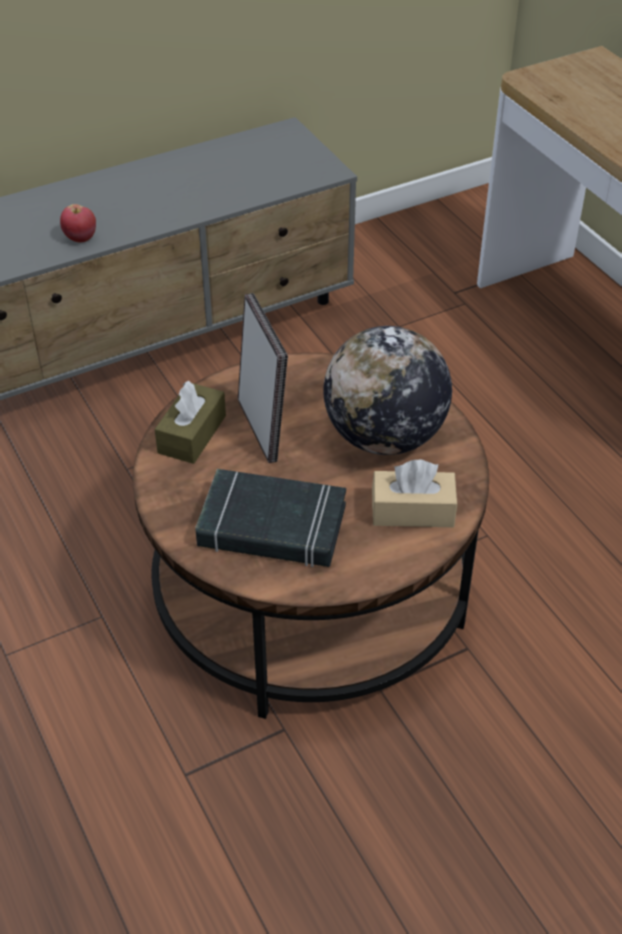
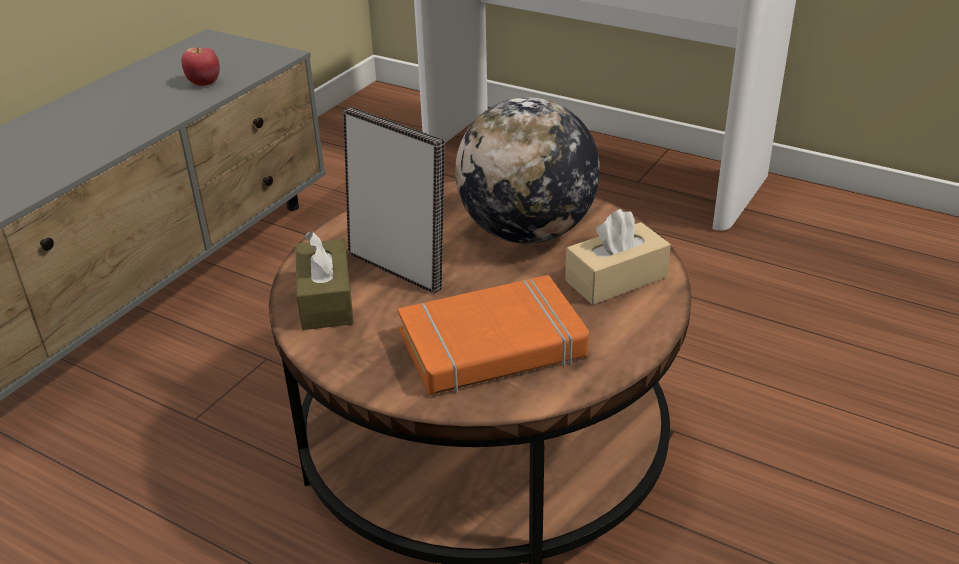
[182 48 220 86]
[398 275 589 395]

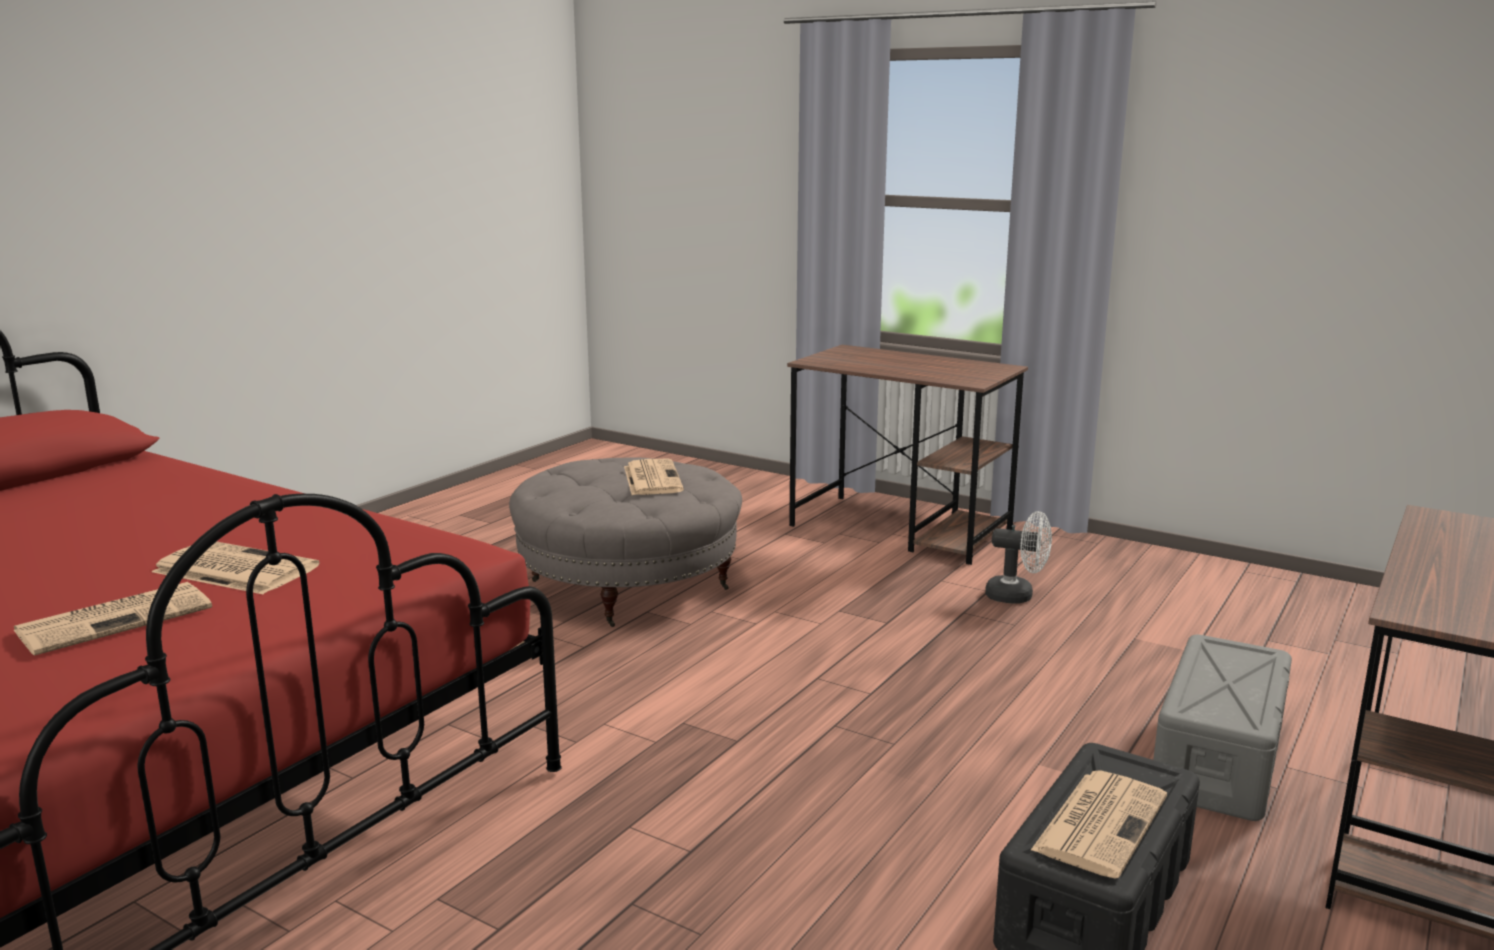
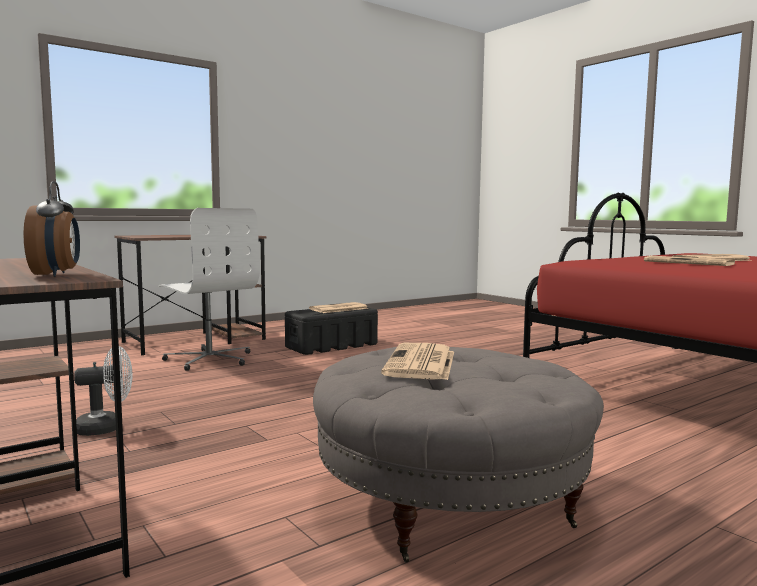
[74 346 133 436]
[159 208 260 371]
[23 181 80 277]

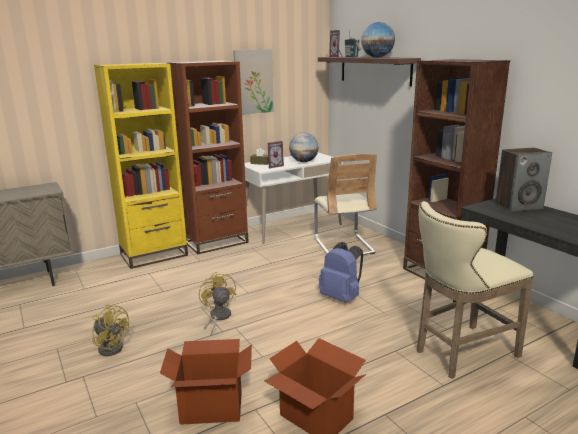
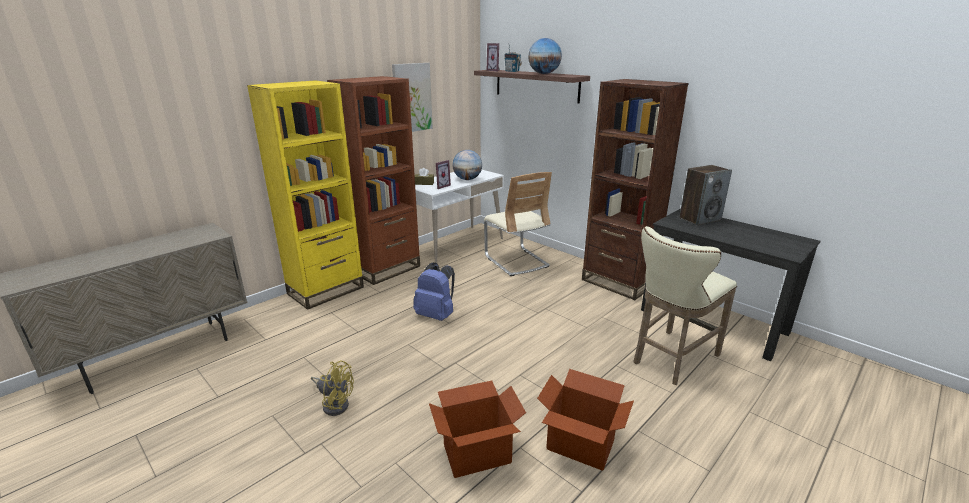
[199 272 236 336] (first image)
[413 263 455 321]

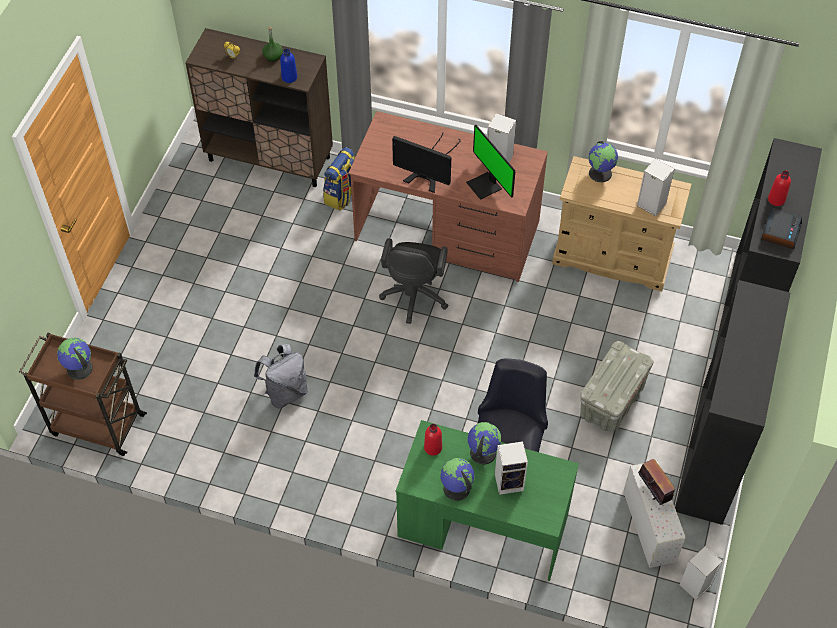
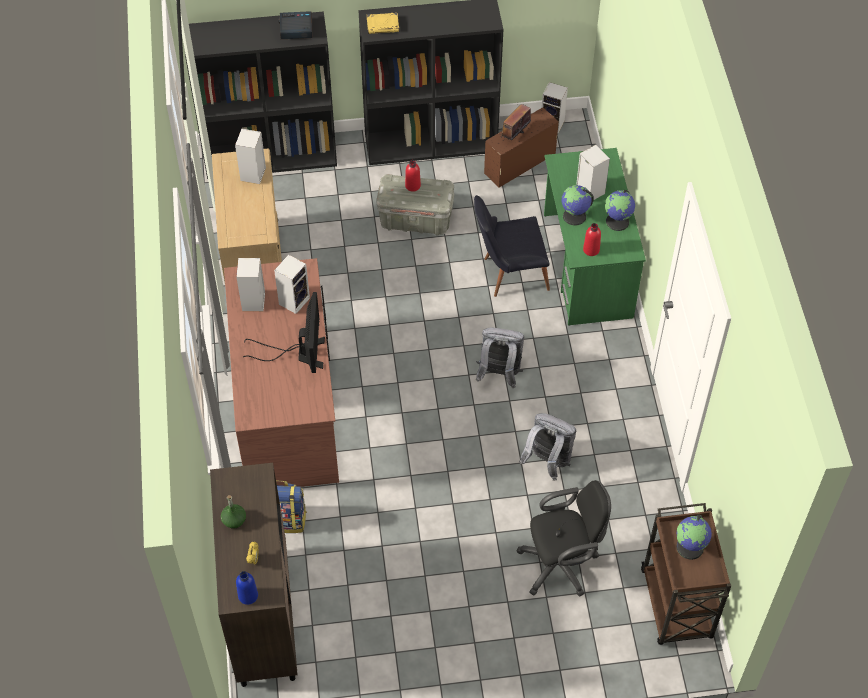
[236 571 258 605]
[516 480 611 596]
[274 254 310 314]
[588 141 618 182] (first image)
[484 108 559 188]
[405 160 421 192]
[367 13 399 34]
[476 328 524 388]

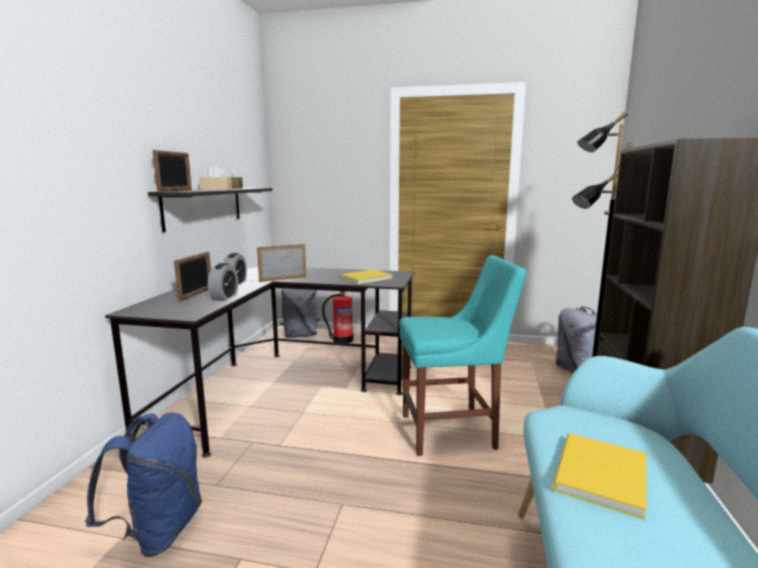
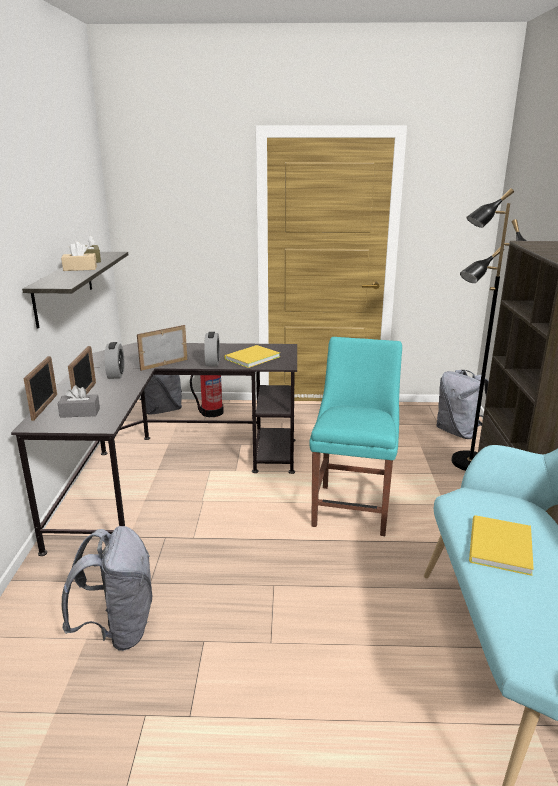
[62 526 152 651]
[24 356 57 421]
[204 332 220 366]
[309 337 402 536]
[57 385 100 418]

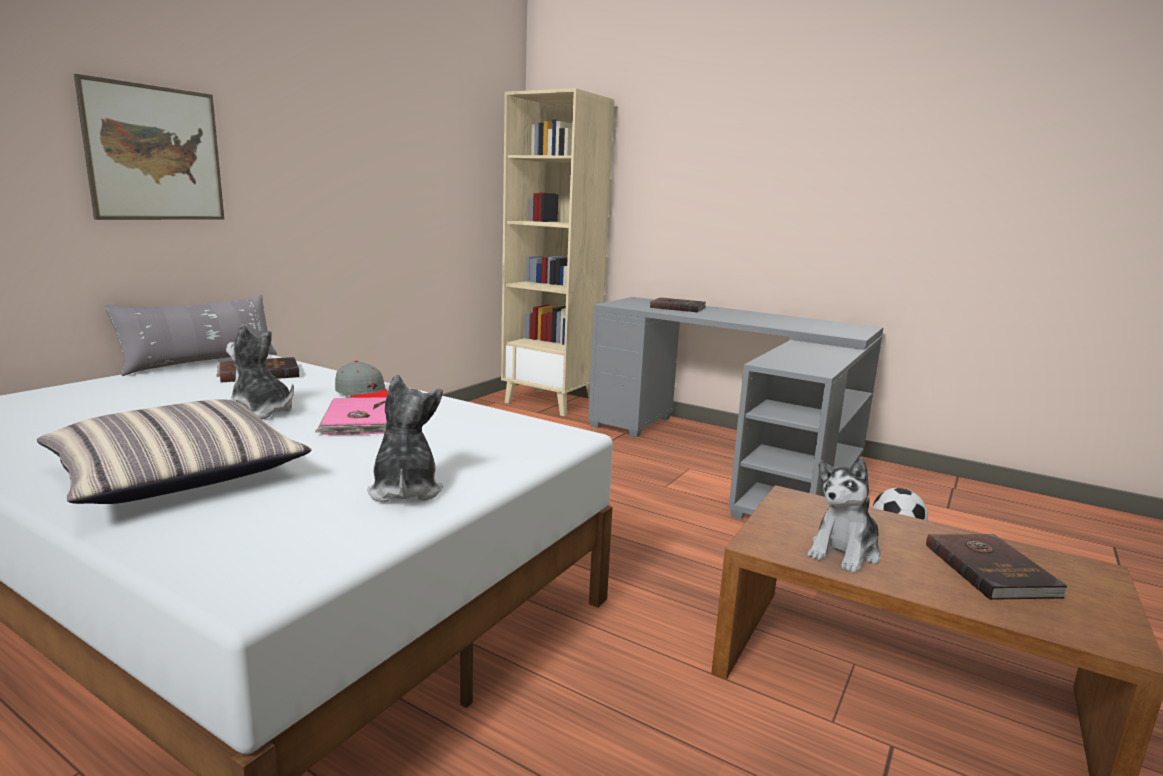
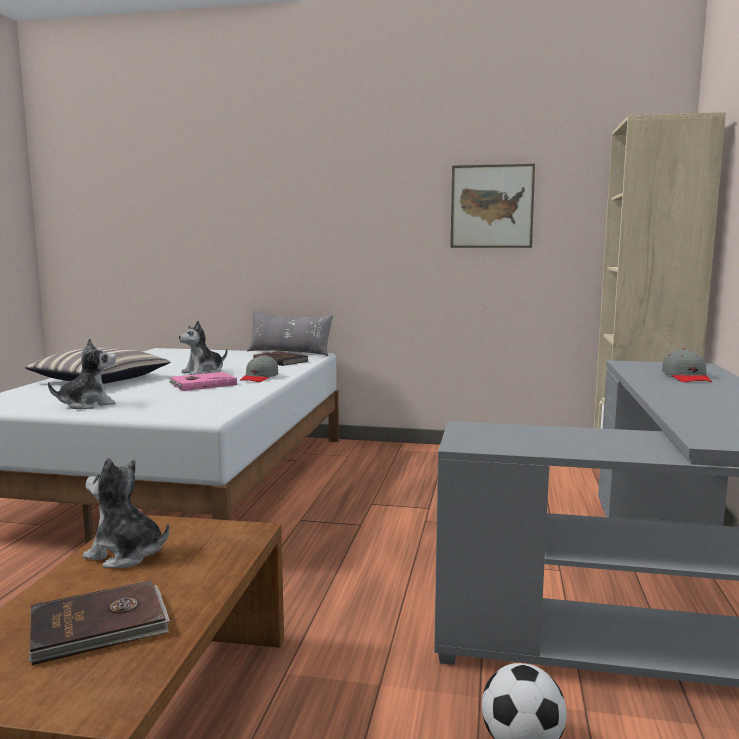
[450 164 535 248]
[179 321 227 375]
[662 348 712 382]

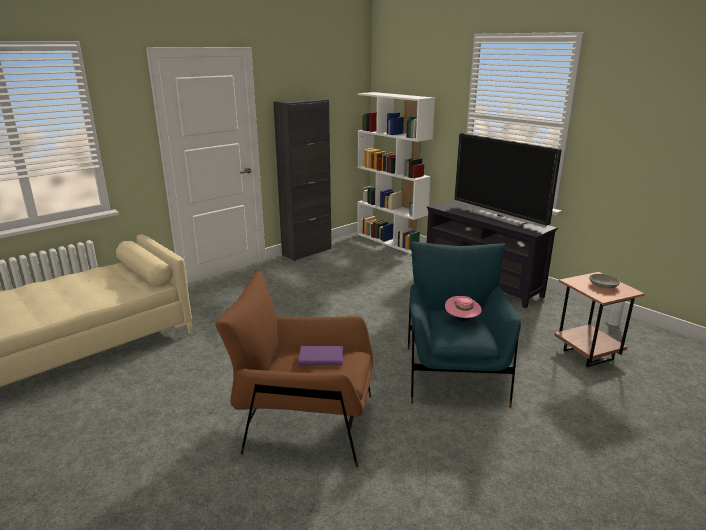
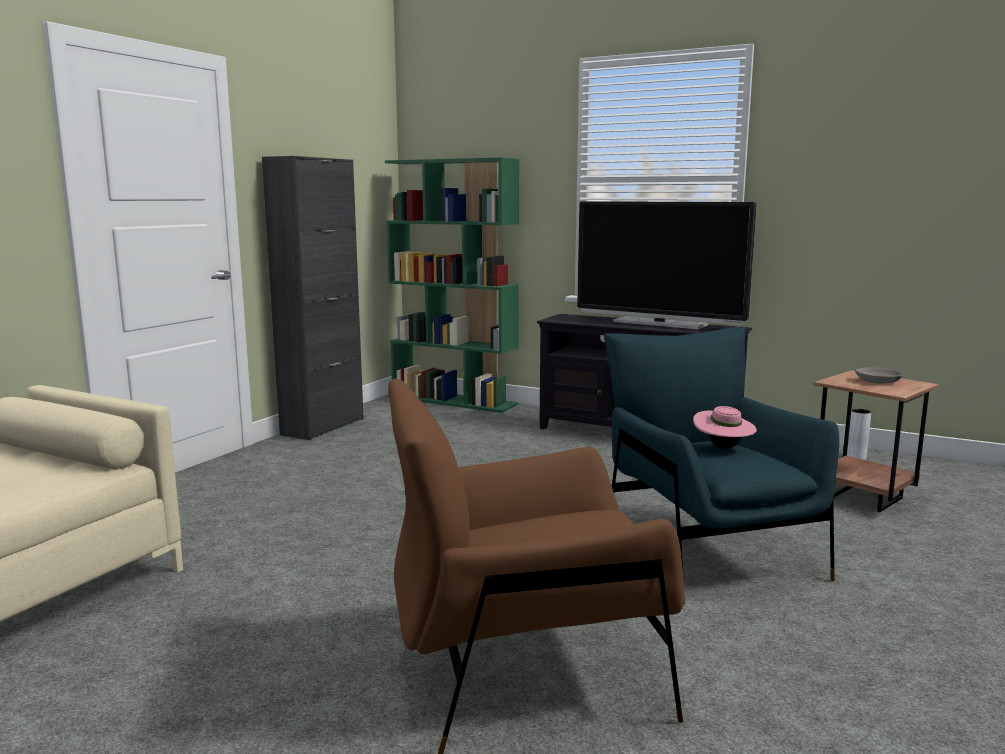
[298 346 343 365] (first image)
[385 157 519 413]

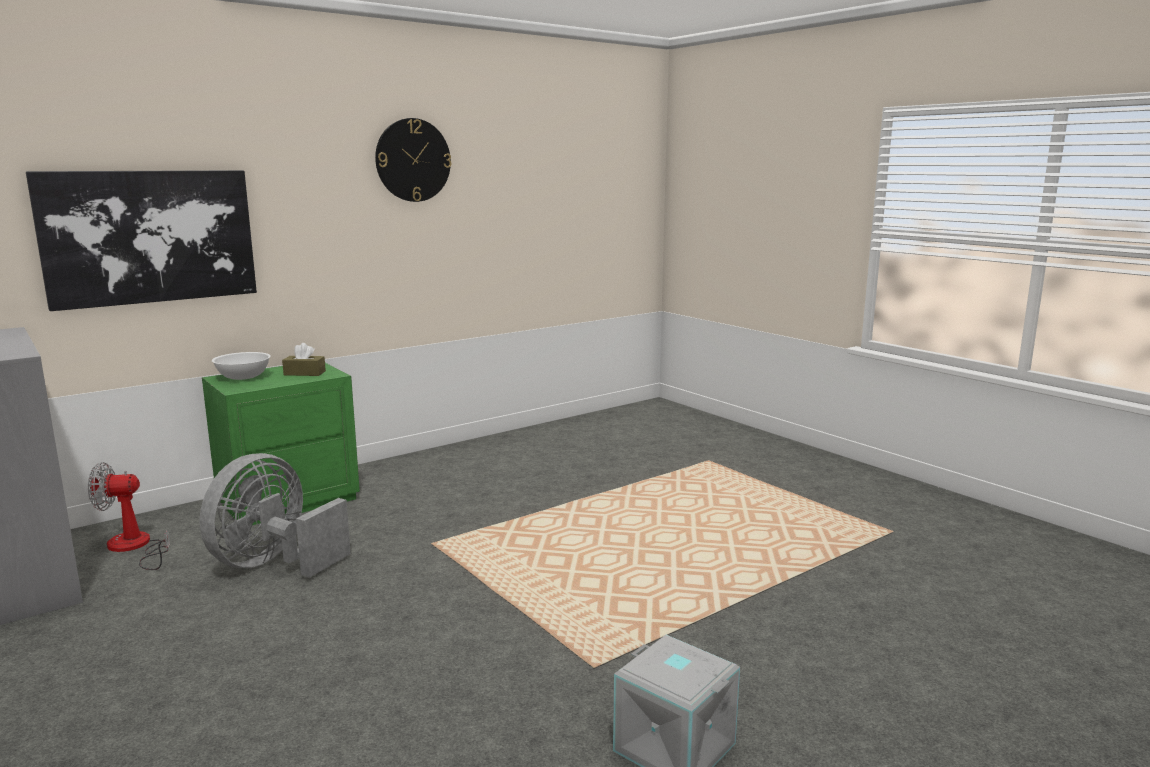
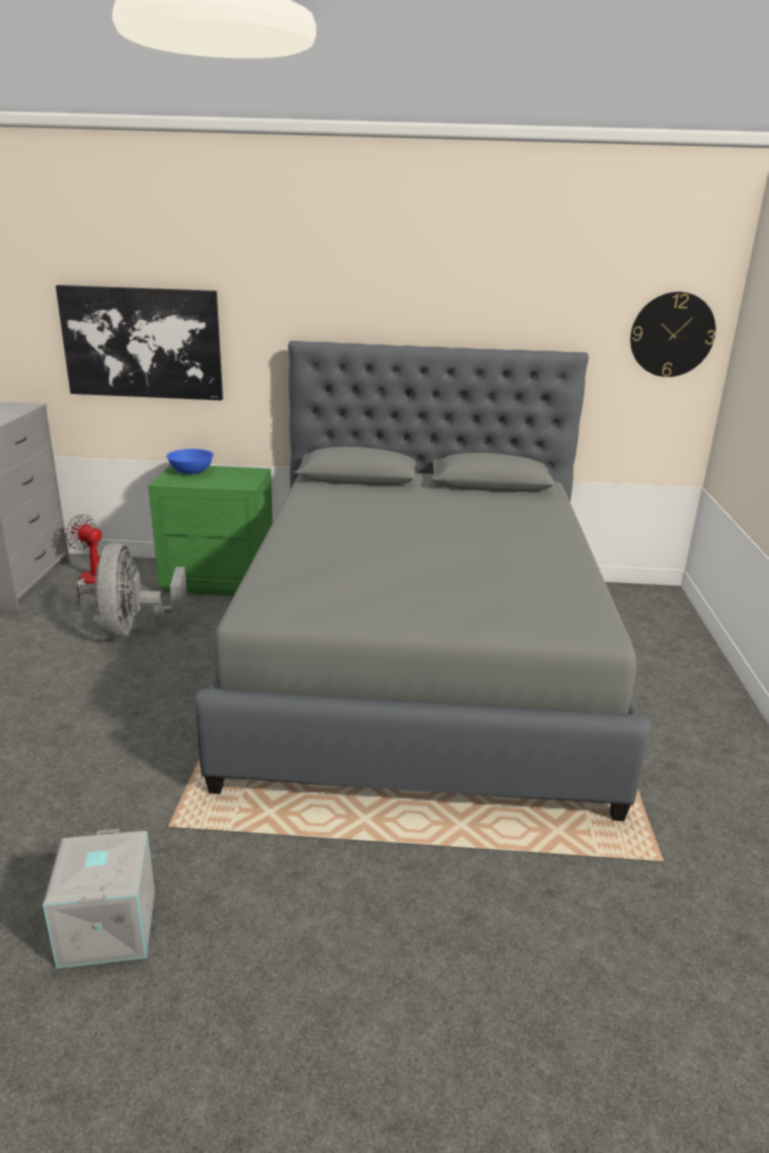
[94 543 188 638]
[166 449 214 474]
[282 343 326 376] (first image)
[630 292 716 377]
[195 341 651 821]

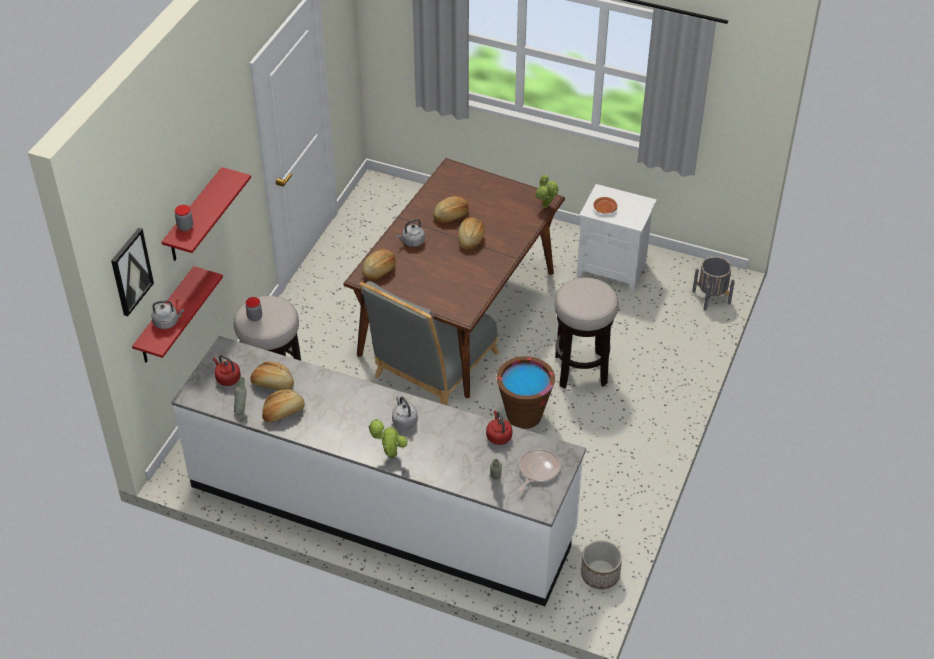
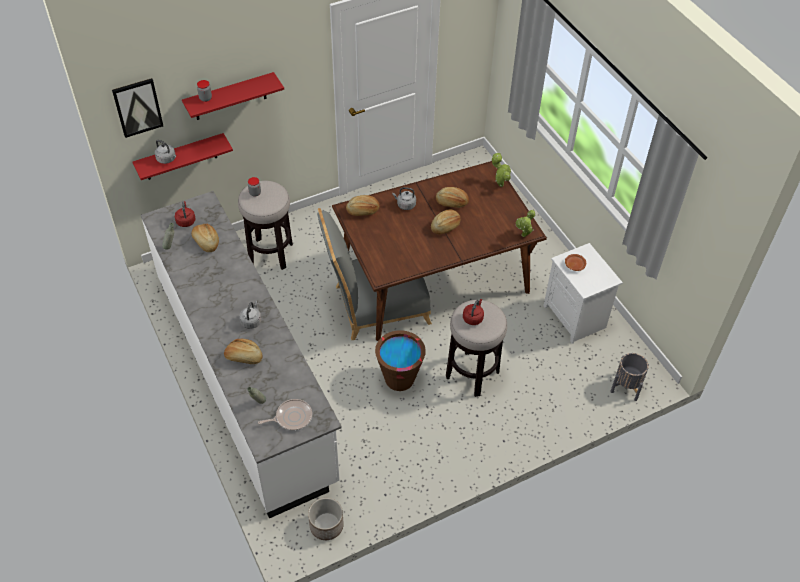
[224 339 263 364]
[492 153 511 187]
[463 299 484 325]

